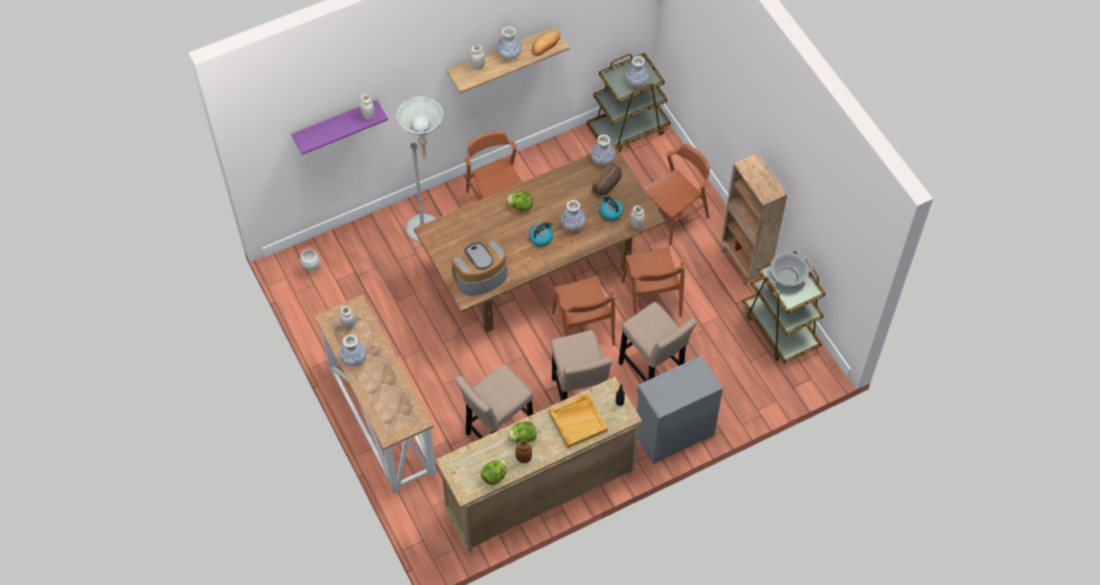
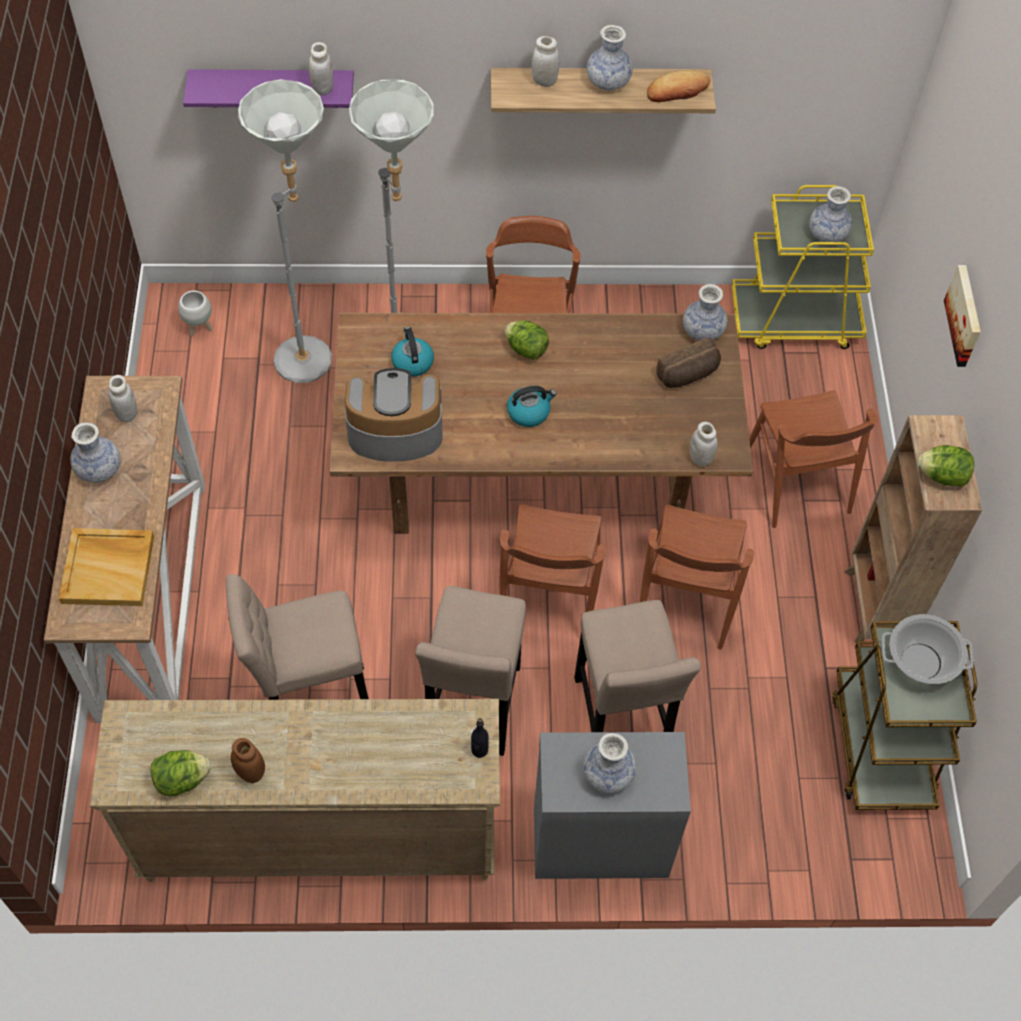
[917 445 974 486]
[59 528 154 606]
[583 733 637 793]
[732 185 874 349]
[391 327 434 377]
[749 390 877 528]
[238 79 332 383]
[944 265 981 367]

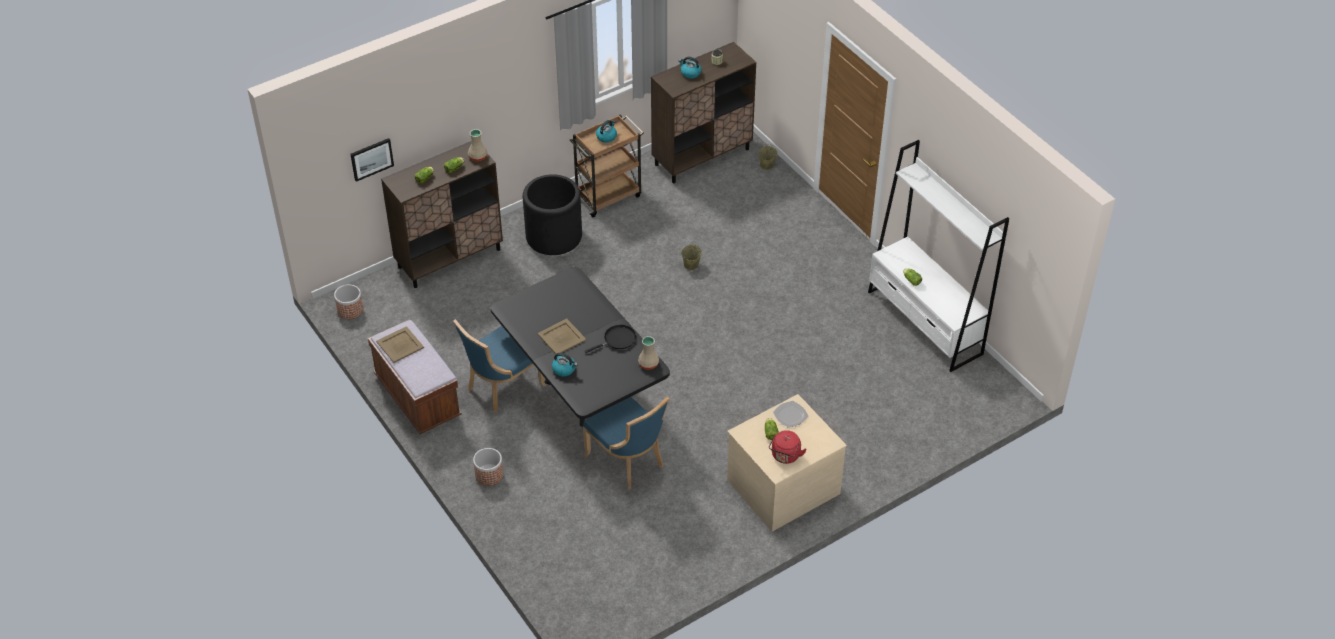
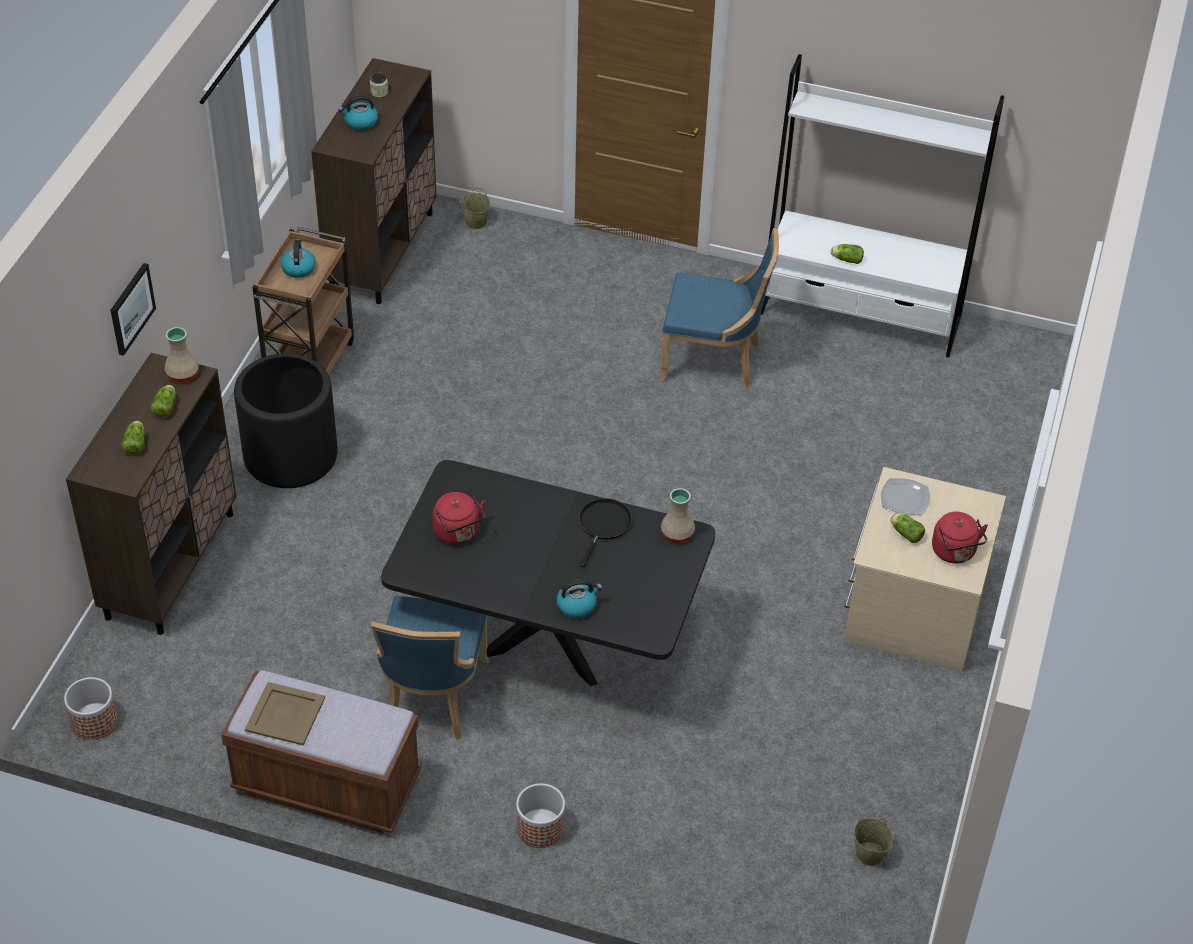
[111 263 156 356]
[537 318 586 354] (first image)
[659 228 779 387]
[854 818 894 866]
[433 492 486 544]

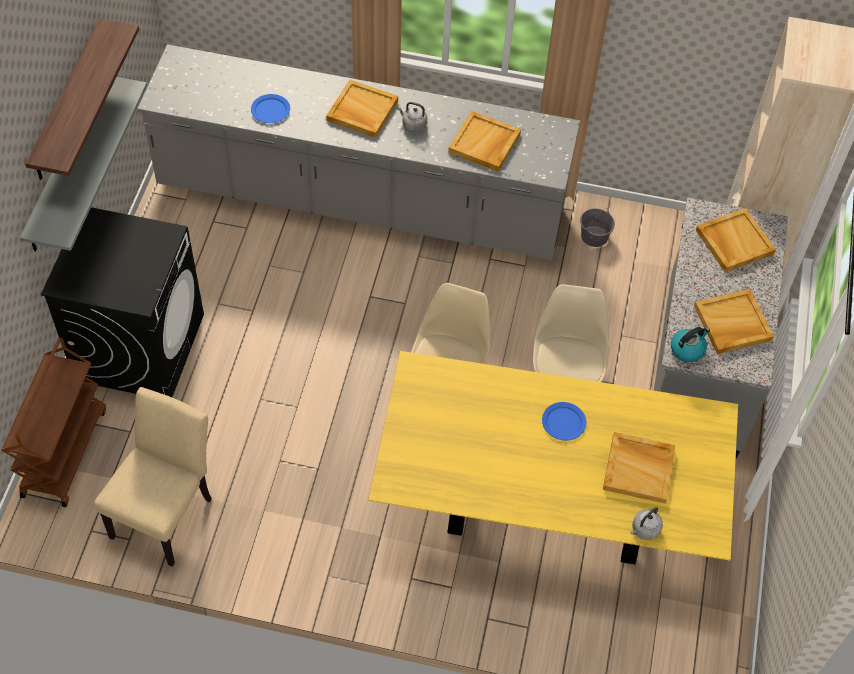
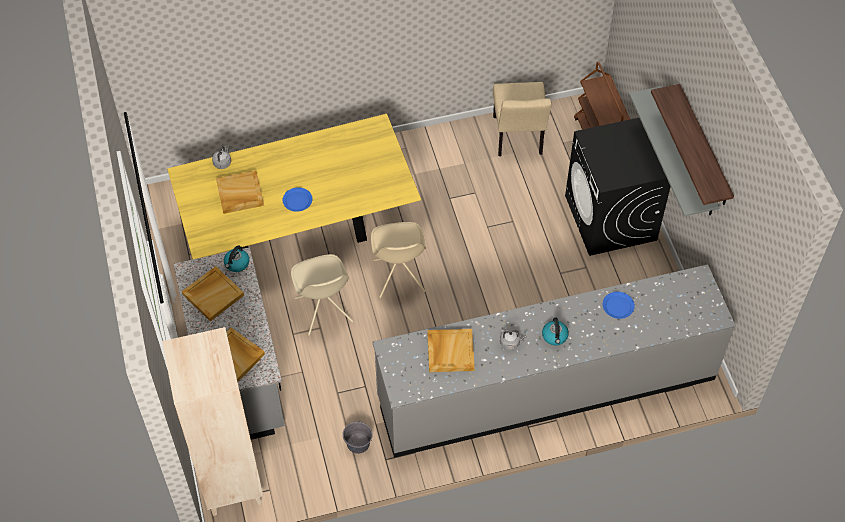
[542 318 569 345]

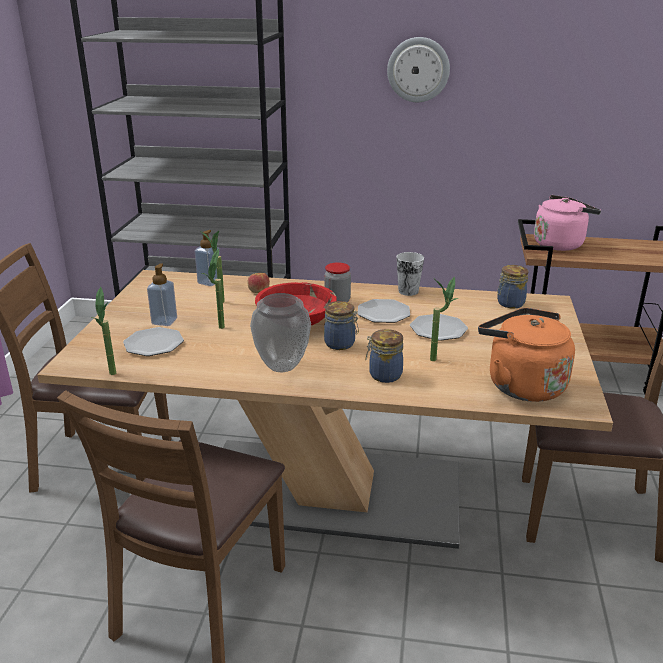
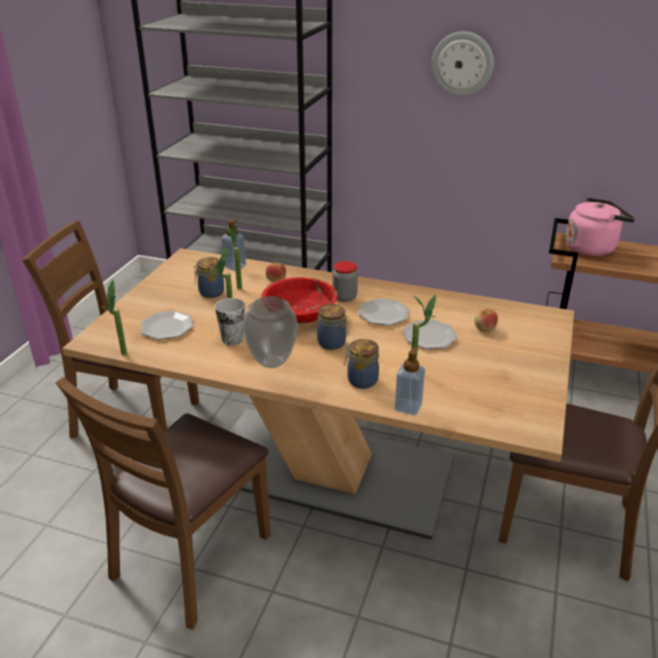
[395 347 425 415]
[215 298 245 345]
[478 308 575 402] (first image)
[193 257 224 298]
[474 309 498 332]

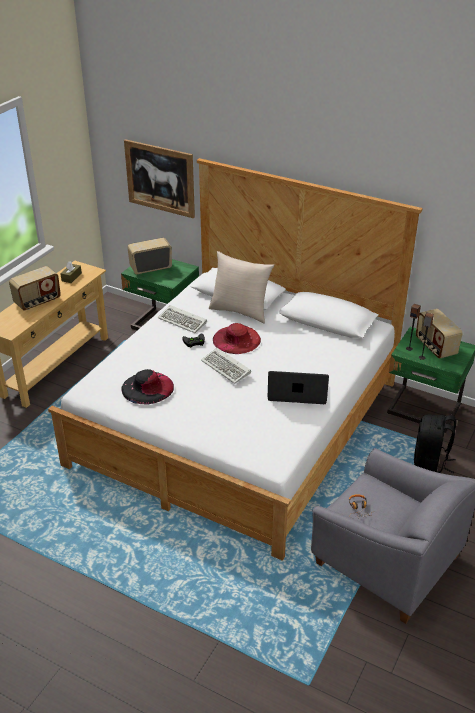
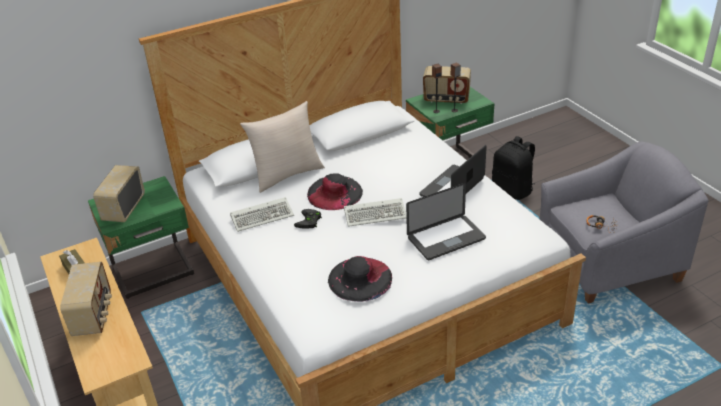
[124 139 195 218] (first image)
[307 173 363 210]
[406 183 486 260]

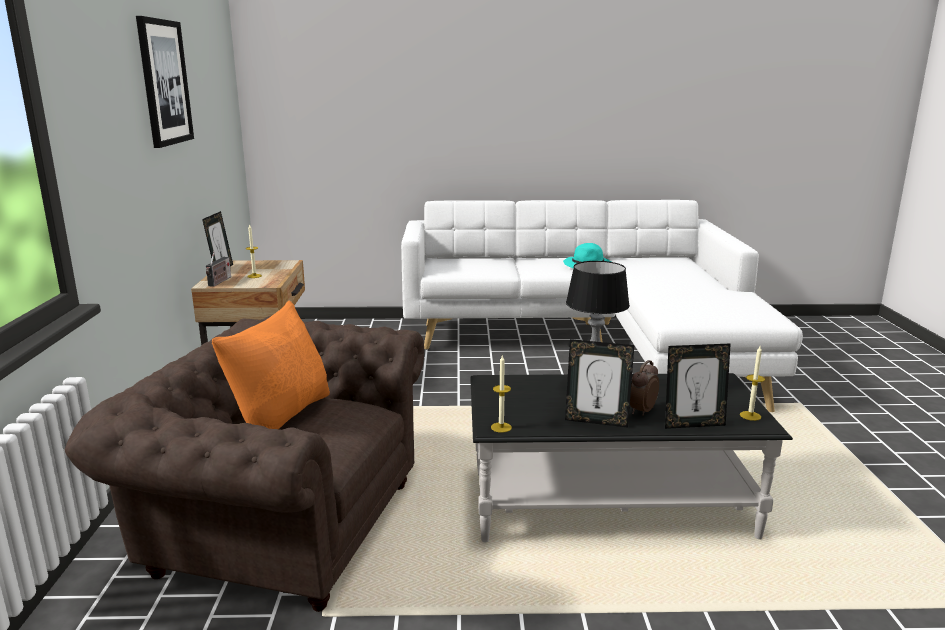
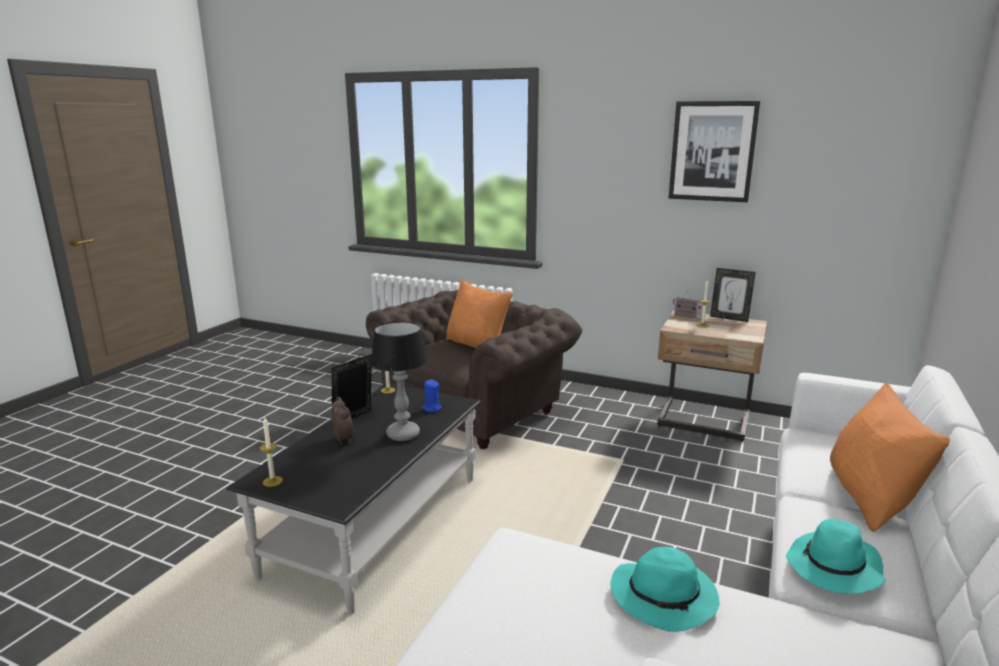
[665 343 731 429] (first image)
[422 379 442 412]
[611 547 720 632]
[830 382 950 532]

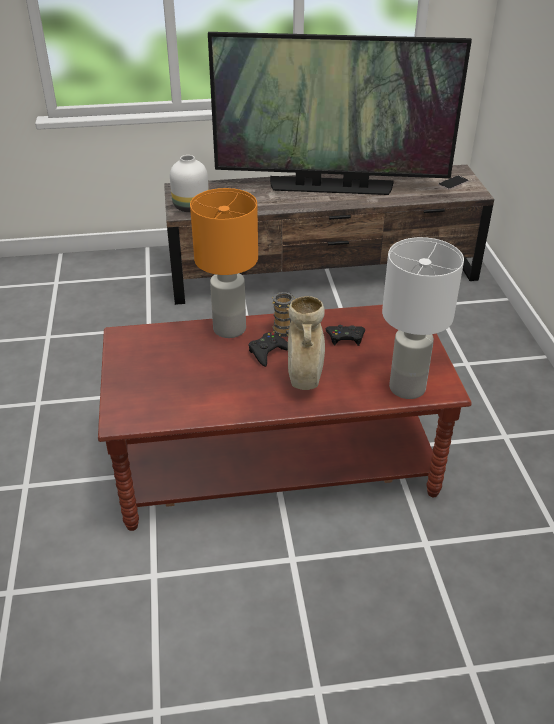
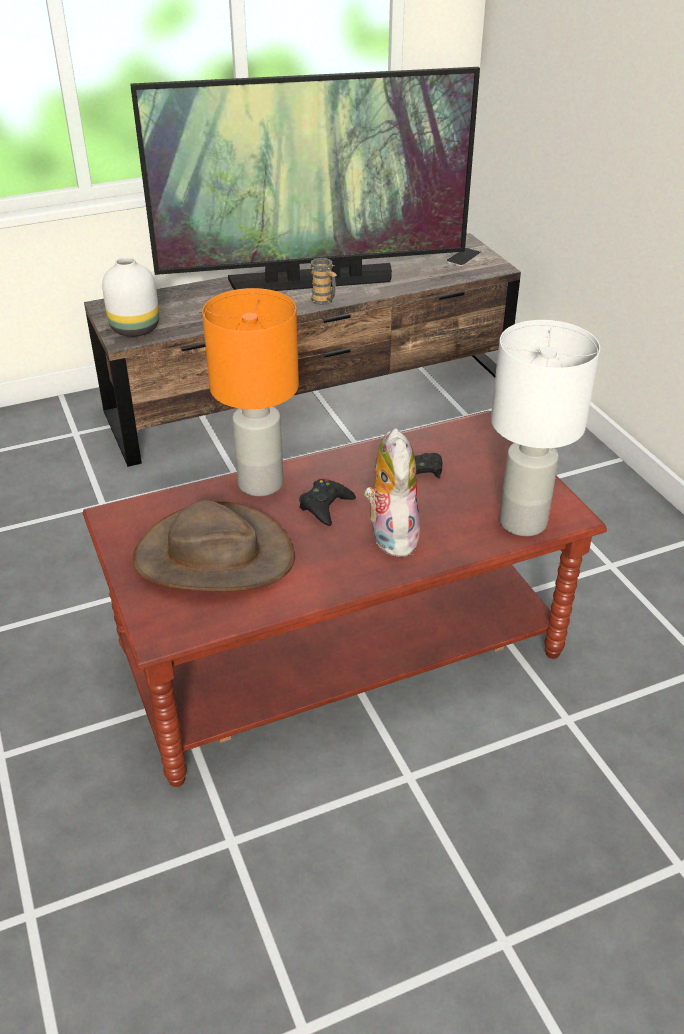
[309 258 337 305]
[364 428 420 557]
[133 500 295 592]

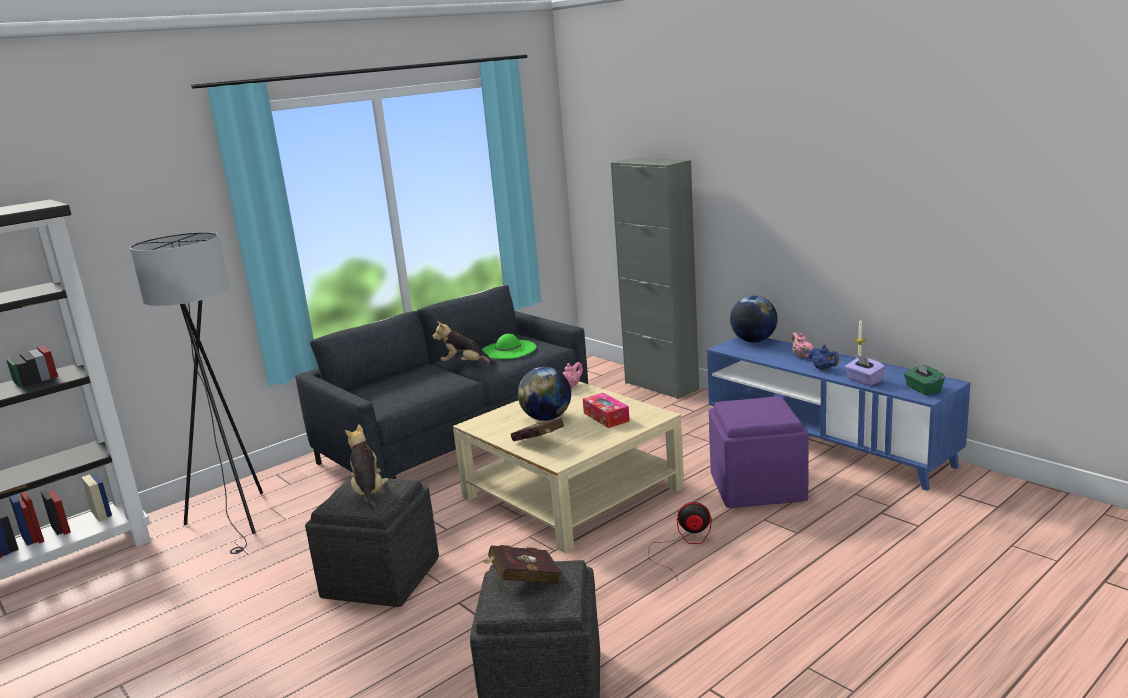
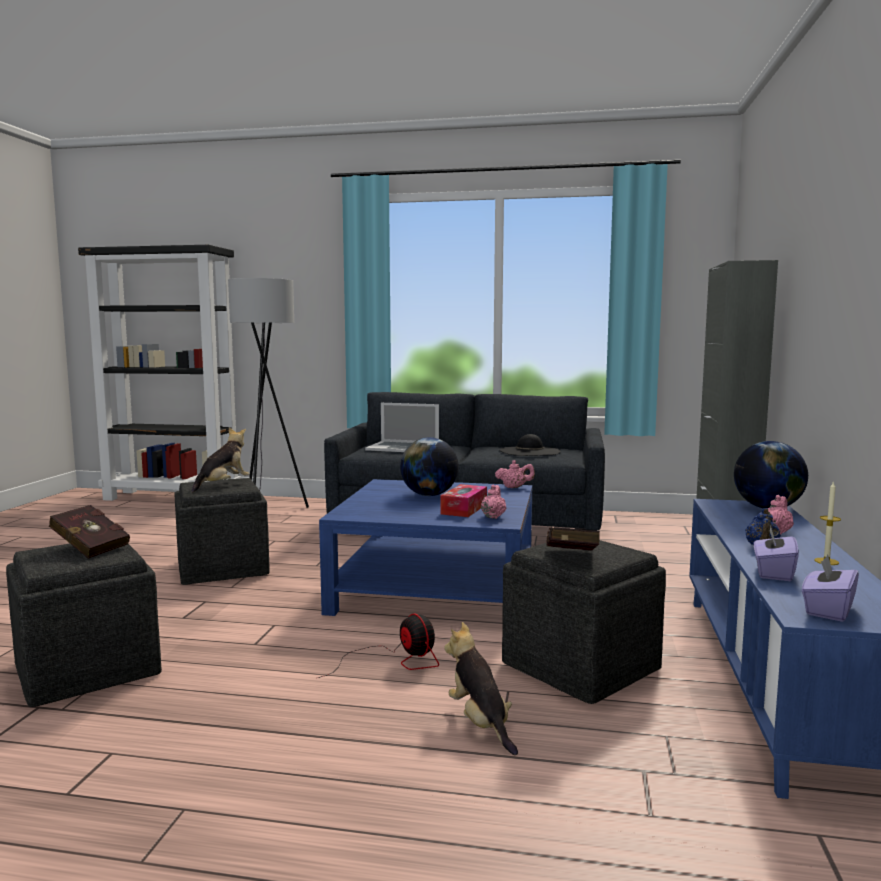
[444 622 518 755]
[319 479 532 616]
[499 434 561 456]
[546 527 600 551]
[502 540 666 704]
[802 554 859 622]
[365 403 439 452]
[481 484 506 519]

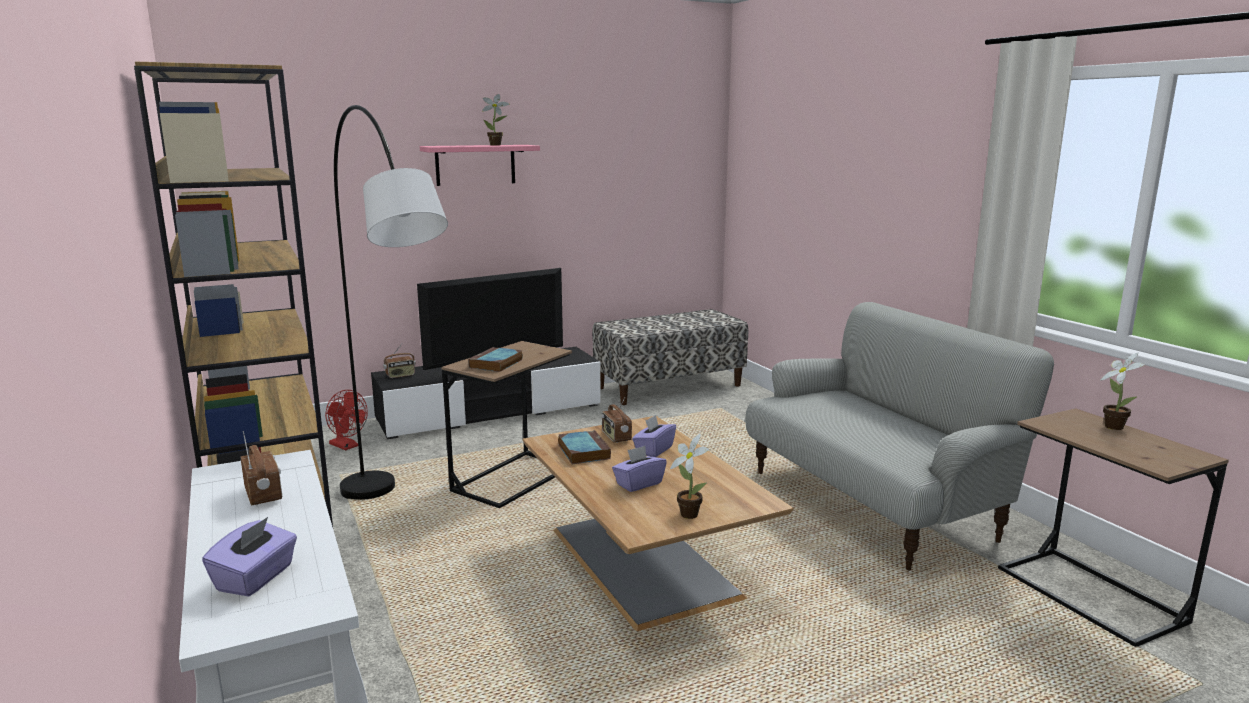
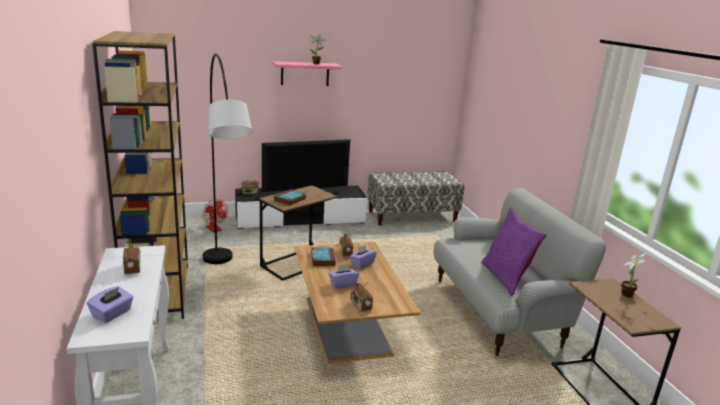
[351 281 373 312]
[481 208 546 296]

